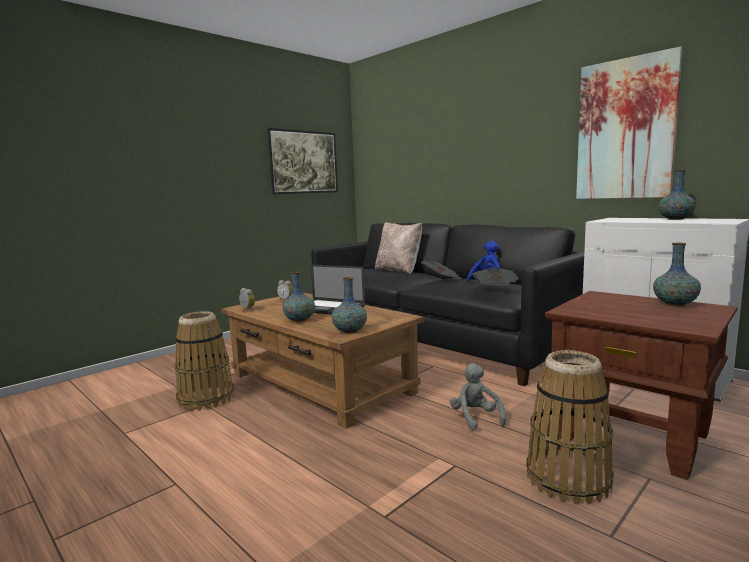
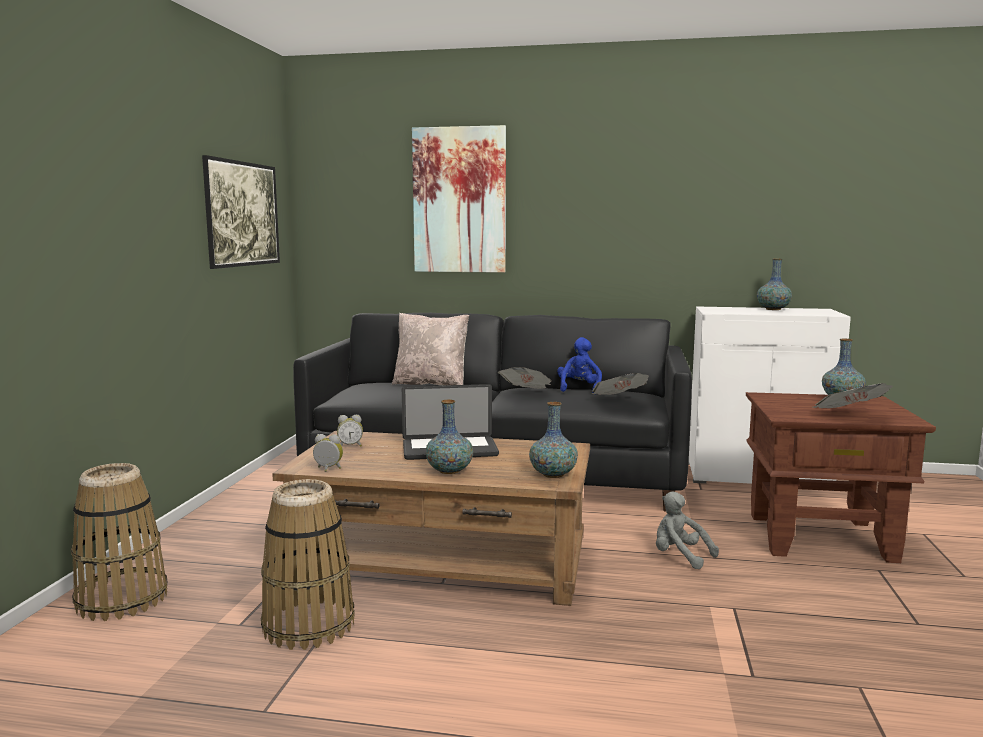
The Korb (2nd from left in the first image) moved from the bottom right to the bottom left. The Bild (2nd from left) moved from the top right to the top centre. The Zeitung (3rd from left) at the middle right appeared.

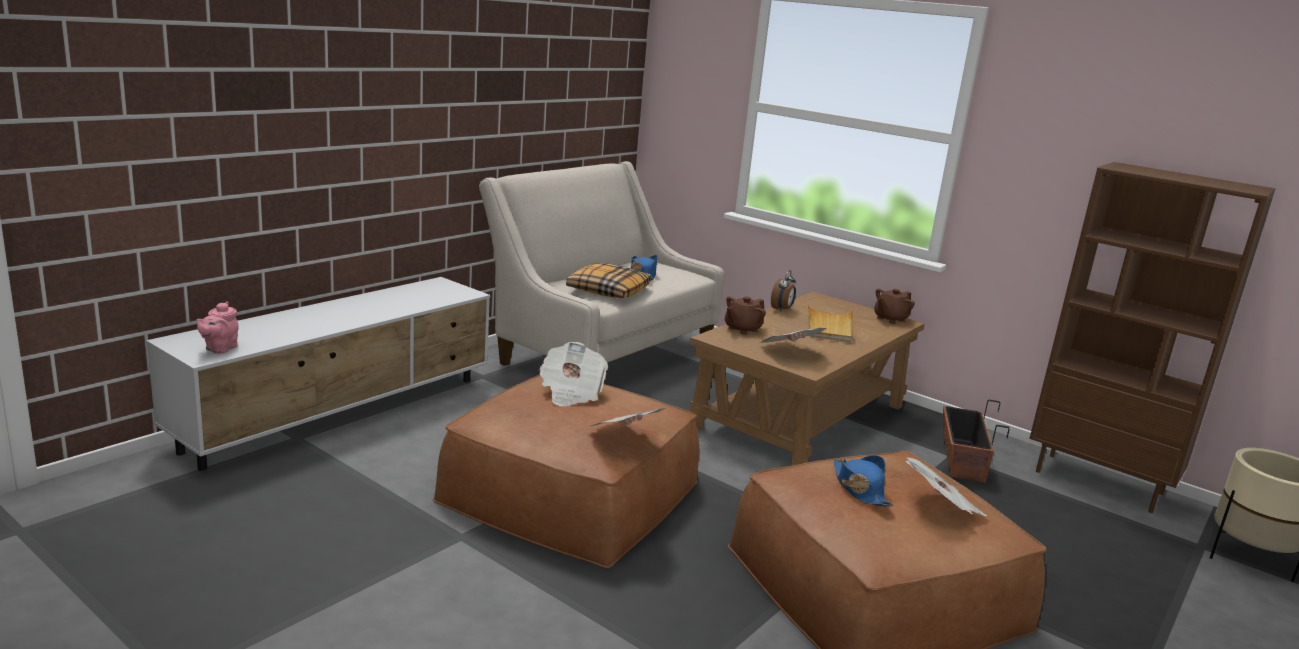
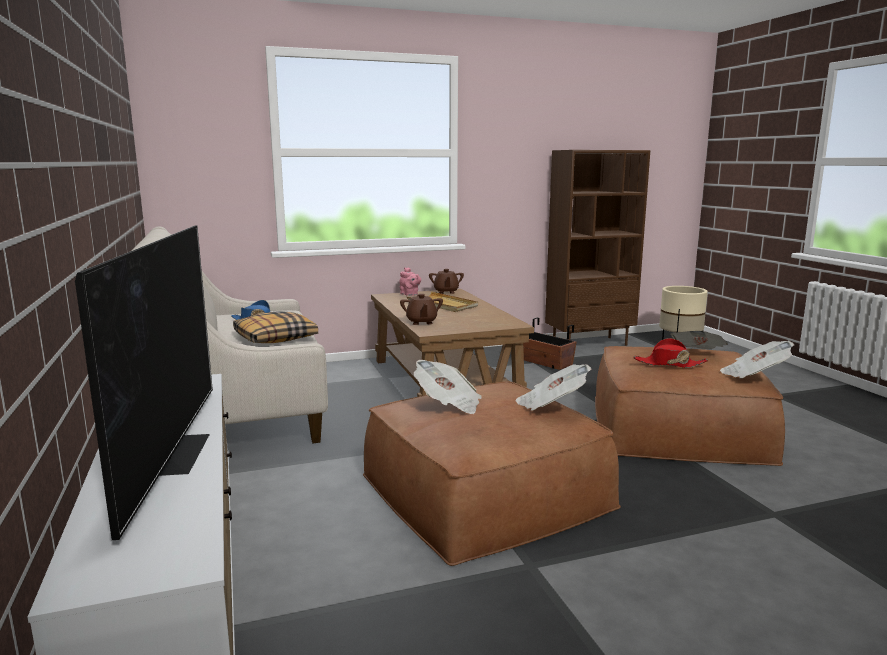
The Teekanne/rosa moved from the middle left to the centre. The Zeitung (3rd from left in the first image) moved from the centre to the middle right. The Wecker at the centre disappeared. The Hut/blau (2nd from left) at the bottom centre became the Hut/rot at the middle right. The Fernseher at the middle left appeared.

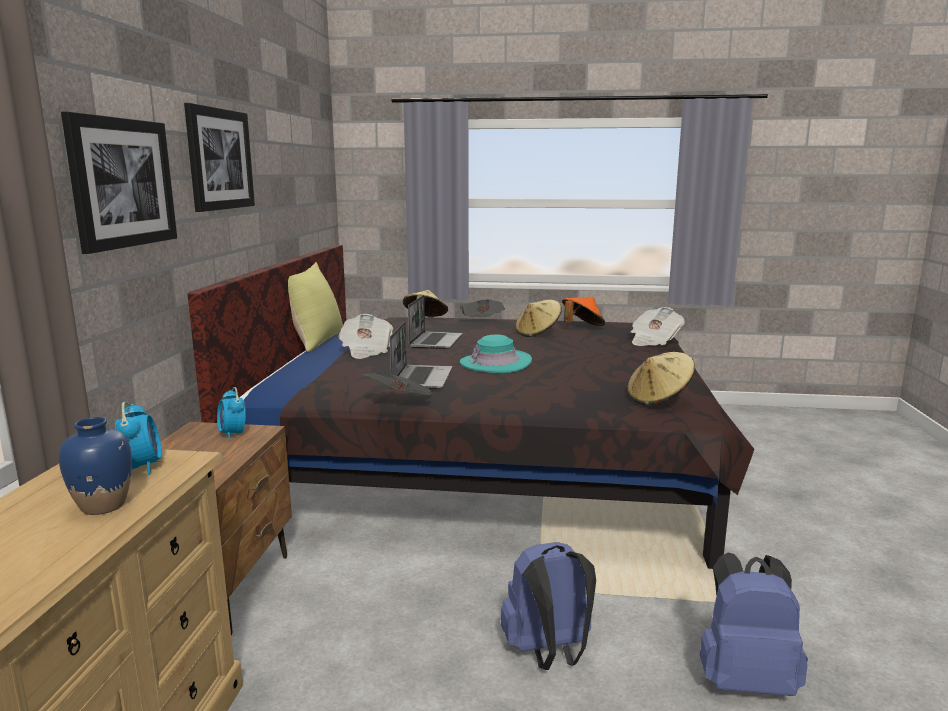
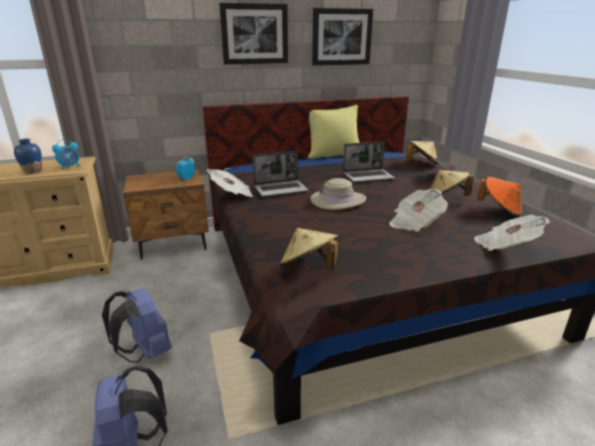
The Bild (1st from left in the first image) moved from the top left to the top centre. The Zeitung (1st from left in the first image) moved from the centre to the middle right. The Hut/türkis at the centre became the Hut/beige (2nd from left) at the centre.

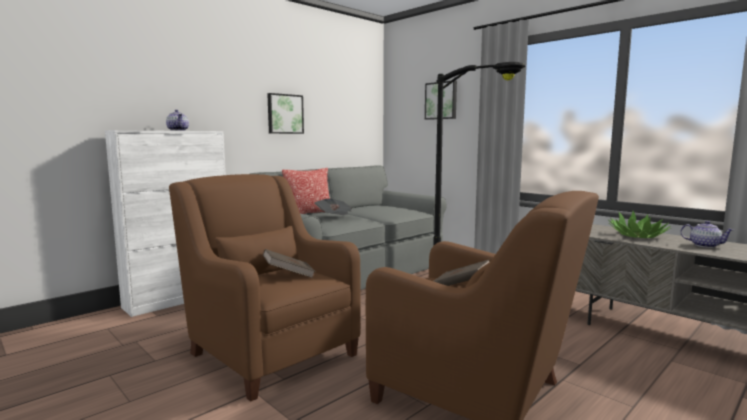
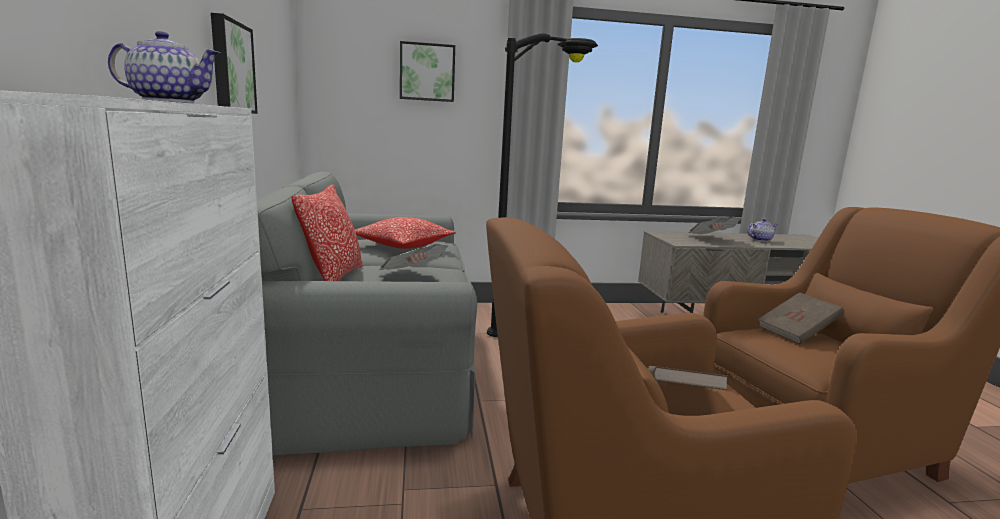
The Topfpflanze at the middle right was replaced by the Zeitung (2nd from left) at the middle right. The Kissen (2nd from left) at the centre appeared.

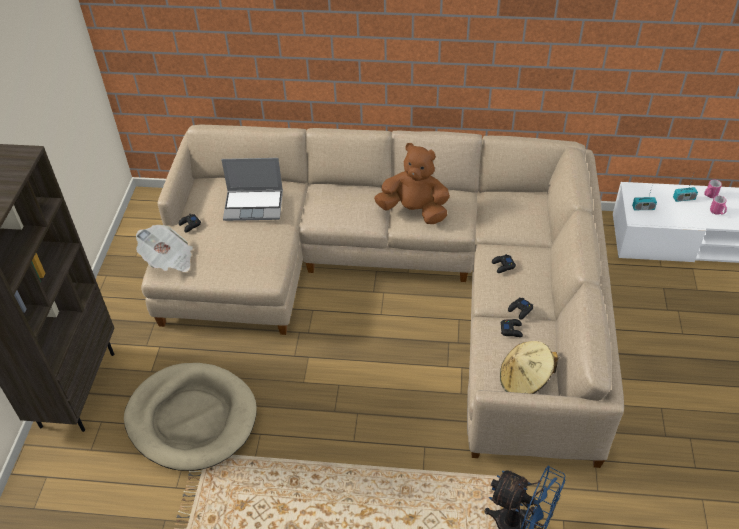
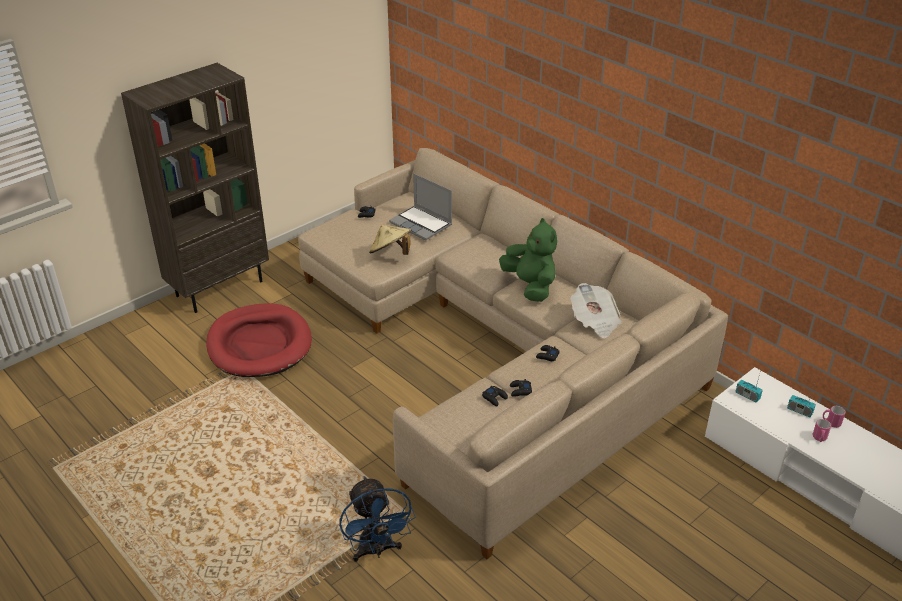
The Hundebett/beige at the bottom left became the Hundebett/rot at the middle left. The Zeitung moved from the middle left to the centre. The Plüschtier/braun at the centre became the Plüschtier/grün at the centre. The Hut/beige moved from the bottom right to the centre.

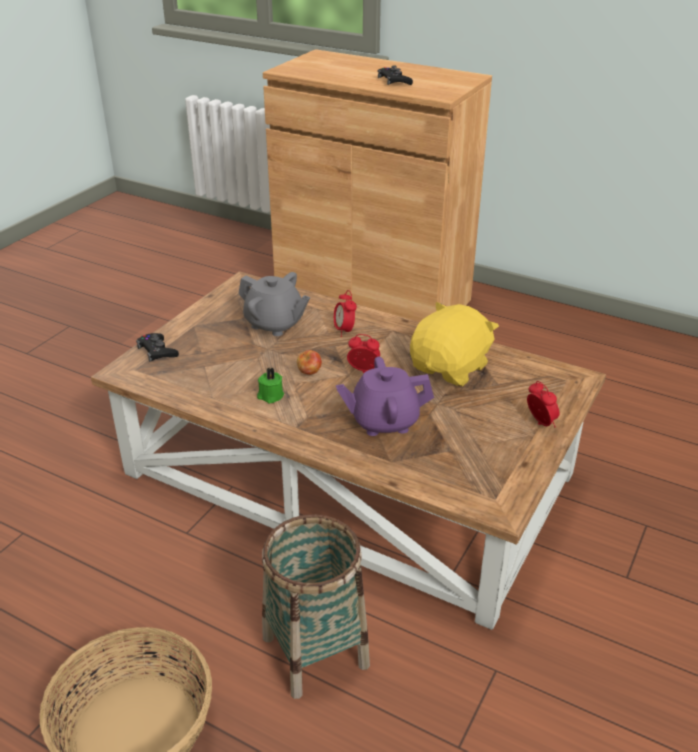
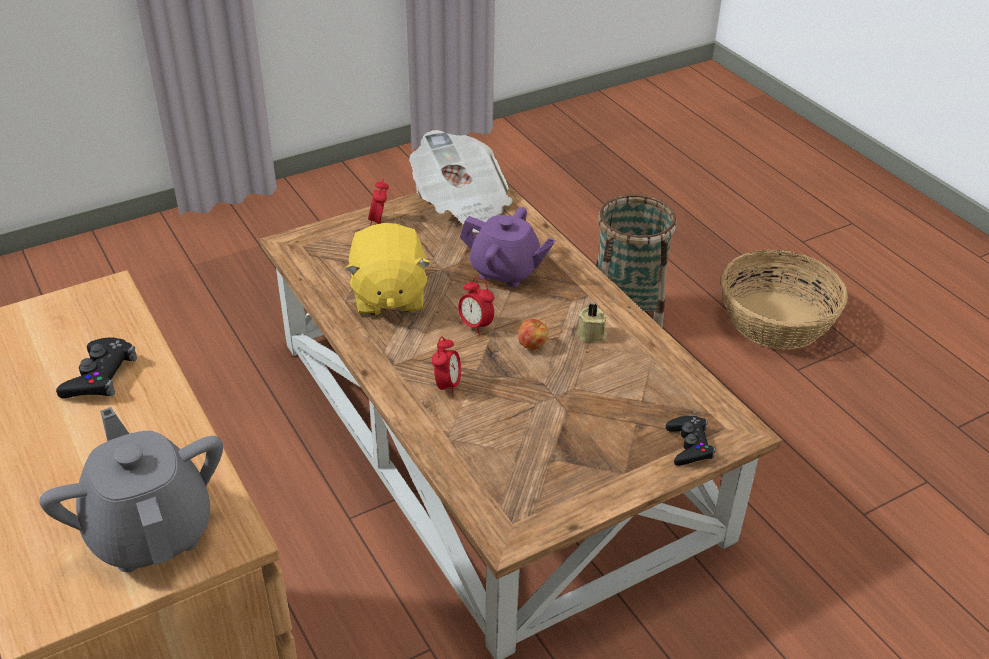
The Teekanne/grau moved from the centre to the bottom left. The Kerze/grün at the centre became the Kerze/beige at the centre. The Plüschtier/gelb at the centre turned 75 degrees counterclockwise. The Zeitung at the top centre appeared.

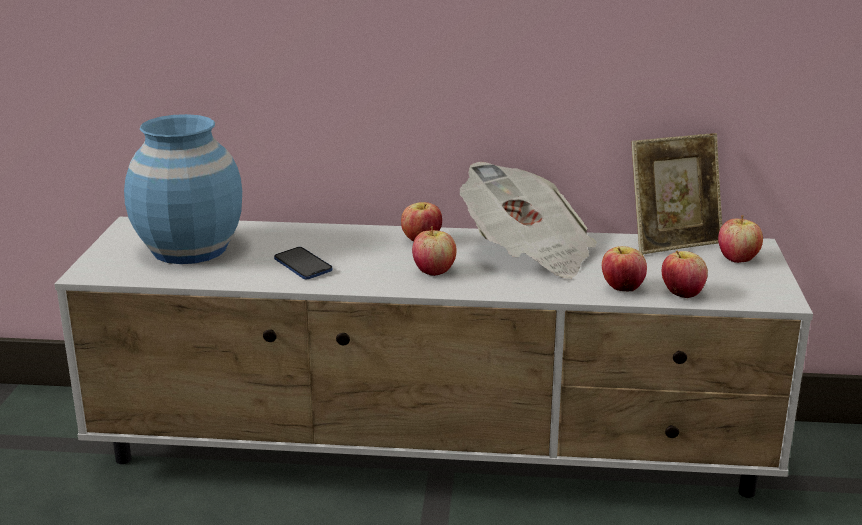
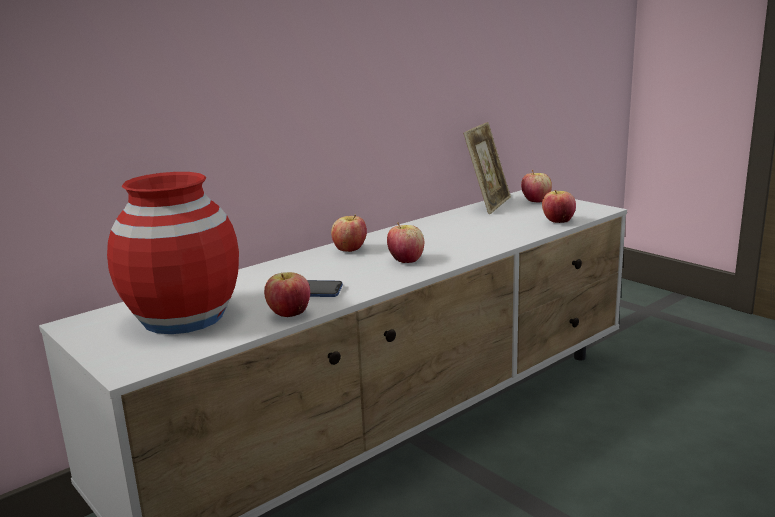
The Vase/blau at the middle left became the Vase/rot at the middle left. The Zeitung at the centre disappeared. The Apfel (3rd from left in the first image) moved from the middle right to the centre.

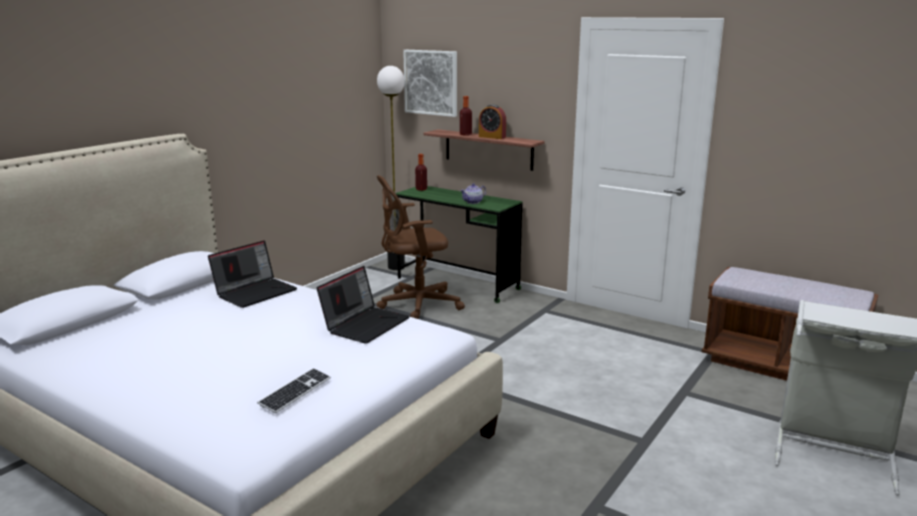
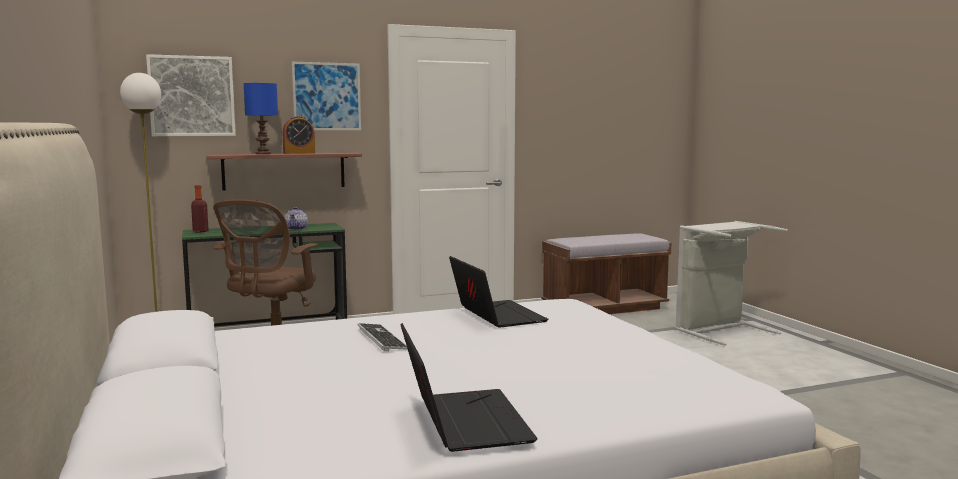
The Laptop (1st from left) moved from the middle left to the bottom centre. The Tastatur moved from the bottom left to the bottom centre. The Flasche (2nd from left) at the top centre was replaced by the Tischlampe/blau at the top left. The Bild (2nd from left) at the top centre appeared.

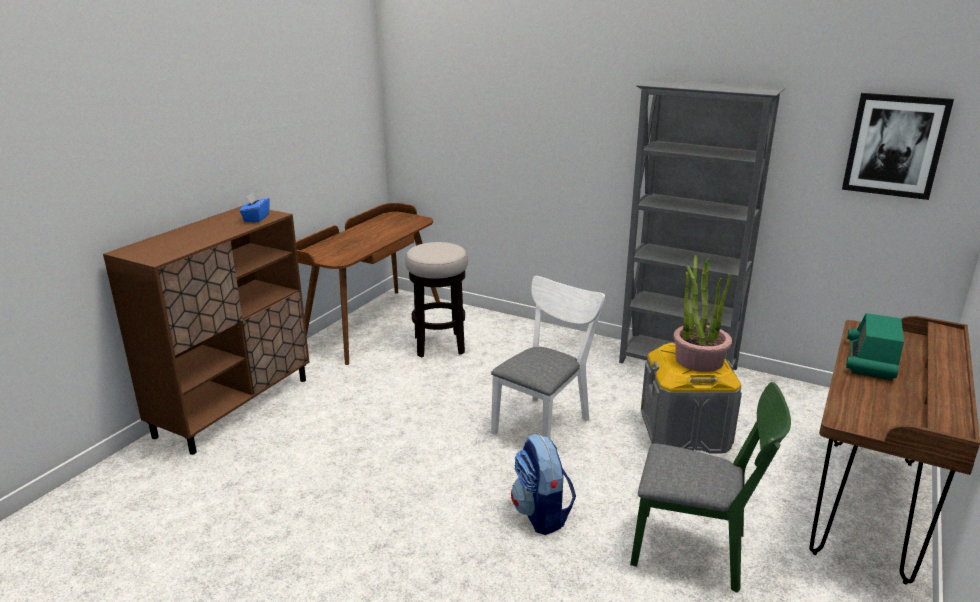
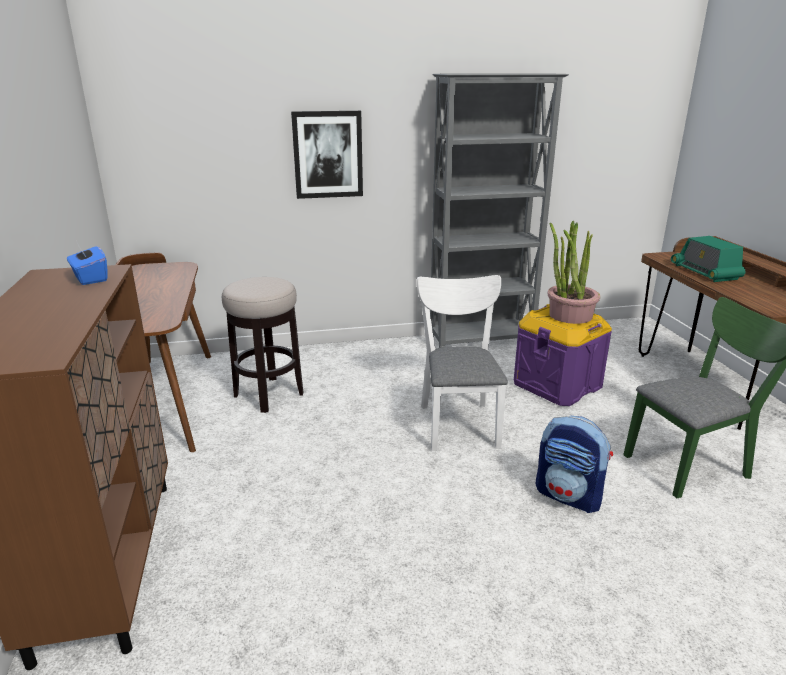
The Aufbewahrungsbox/grau at the middle right became the Aufbewahrungsbox/lila at the middle right. The Bild moved from the top right to the top centre.

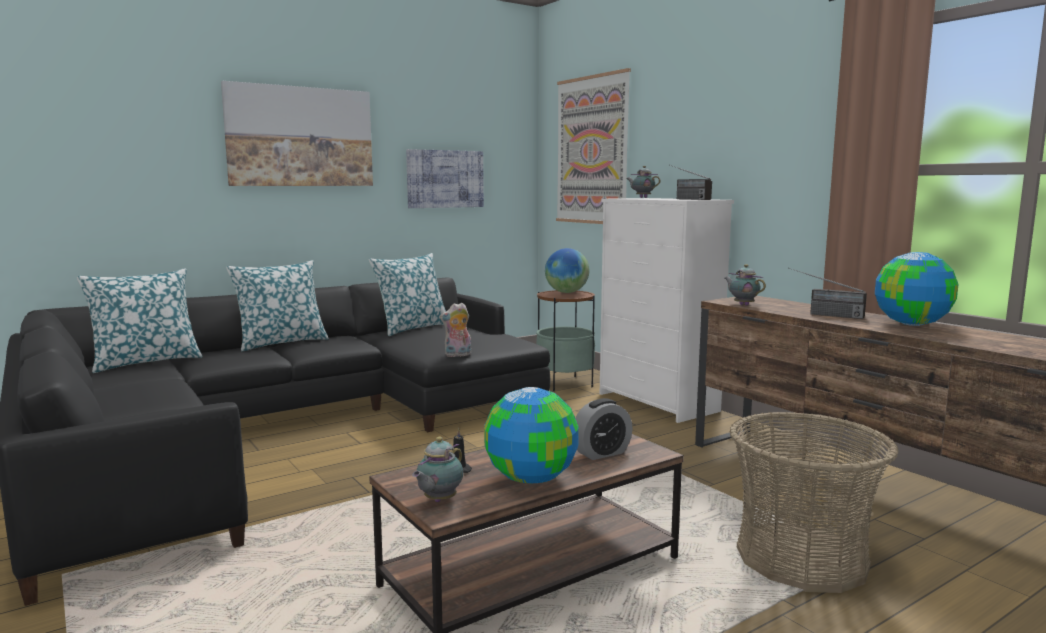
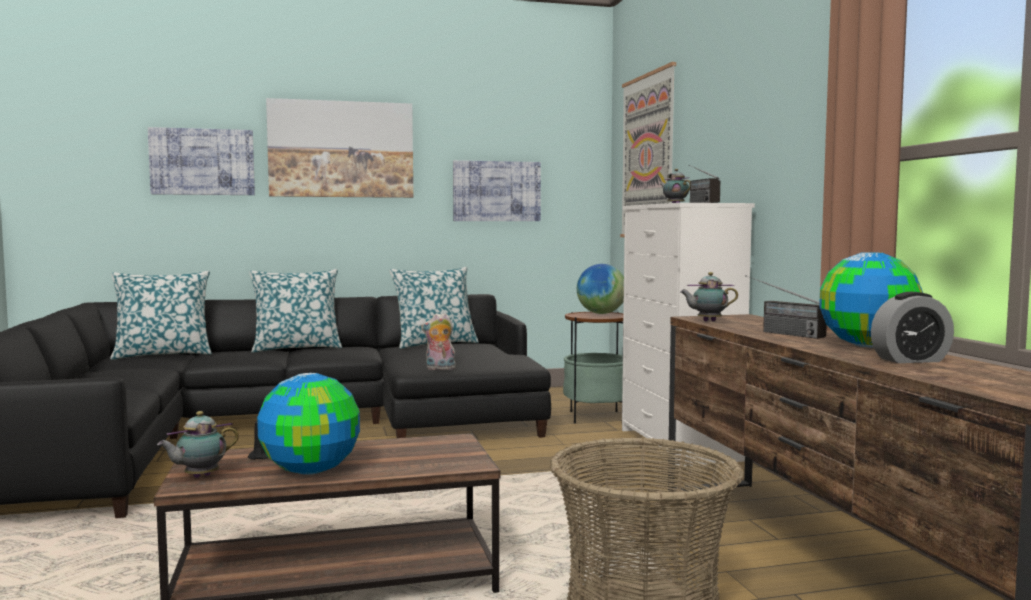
The Wecker moved from the bottom centre to the middle right. The Teekanne (3rd from left) at the middle right turned 75 degrees counterclockwise. The Bild (1st from left) at the top left appeared.

